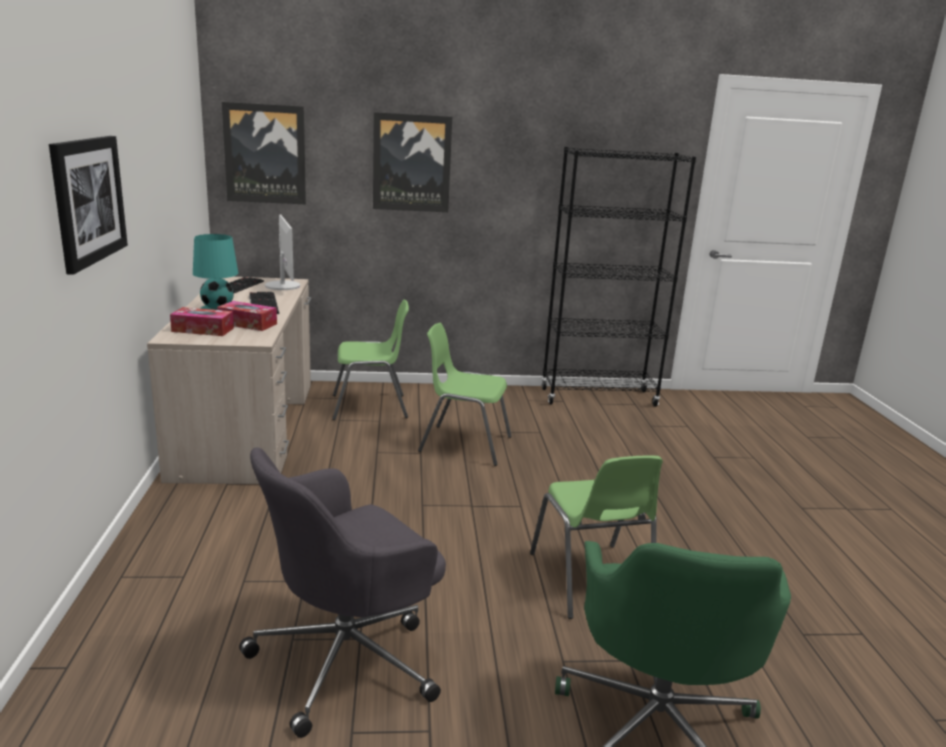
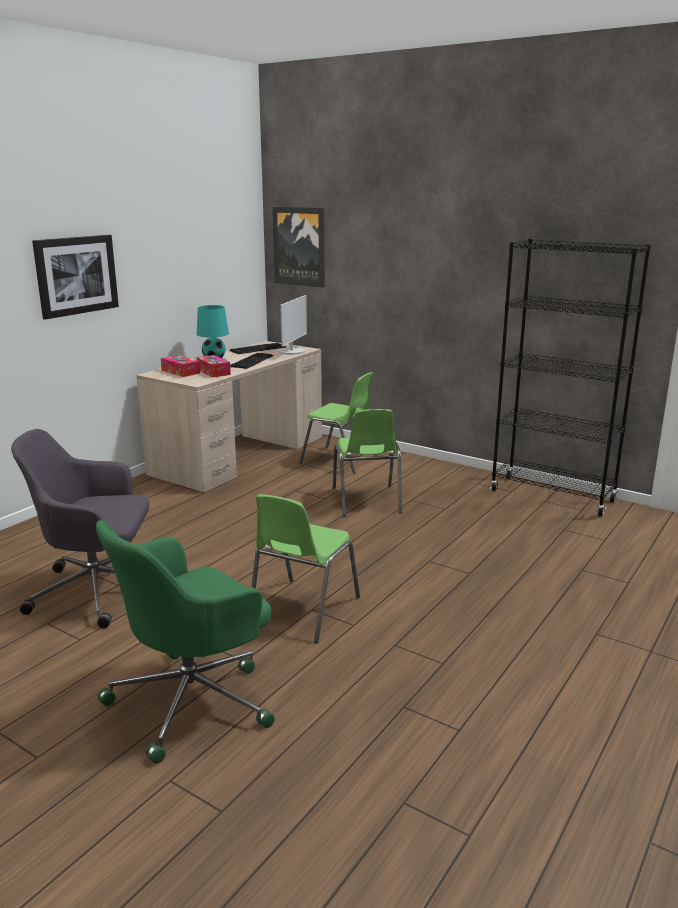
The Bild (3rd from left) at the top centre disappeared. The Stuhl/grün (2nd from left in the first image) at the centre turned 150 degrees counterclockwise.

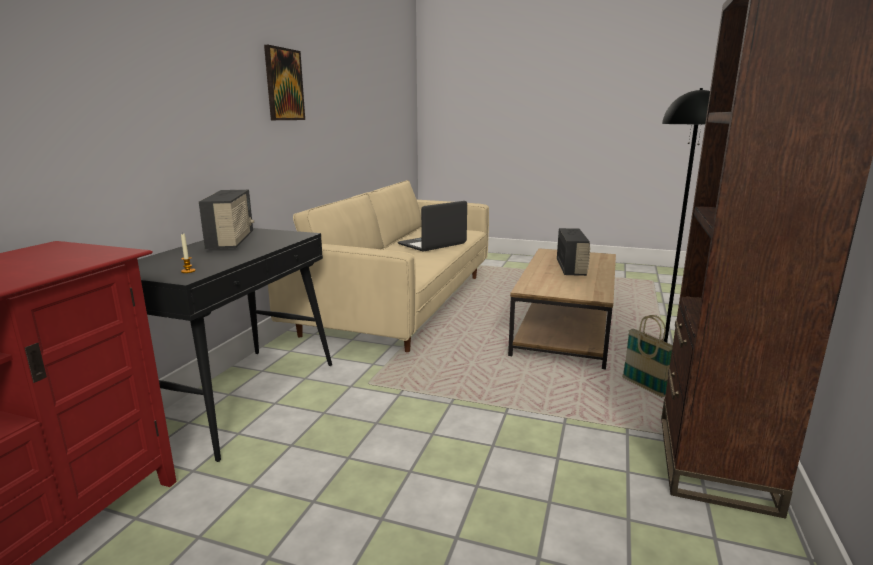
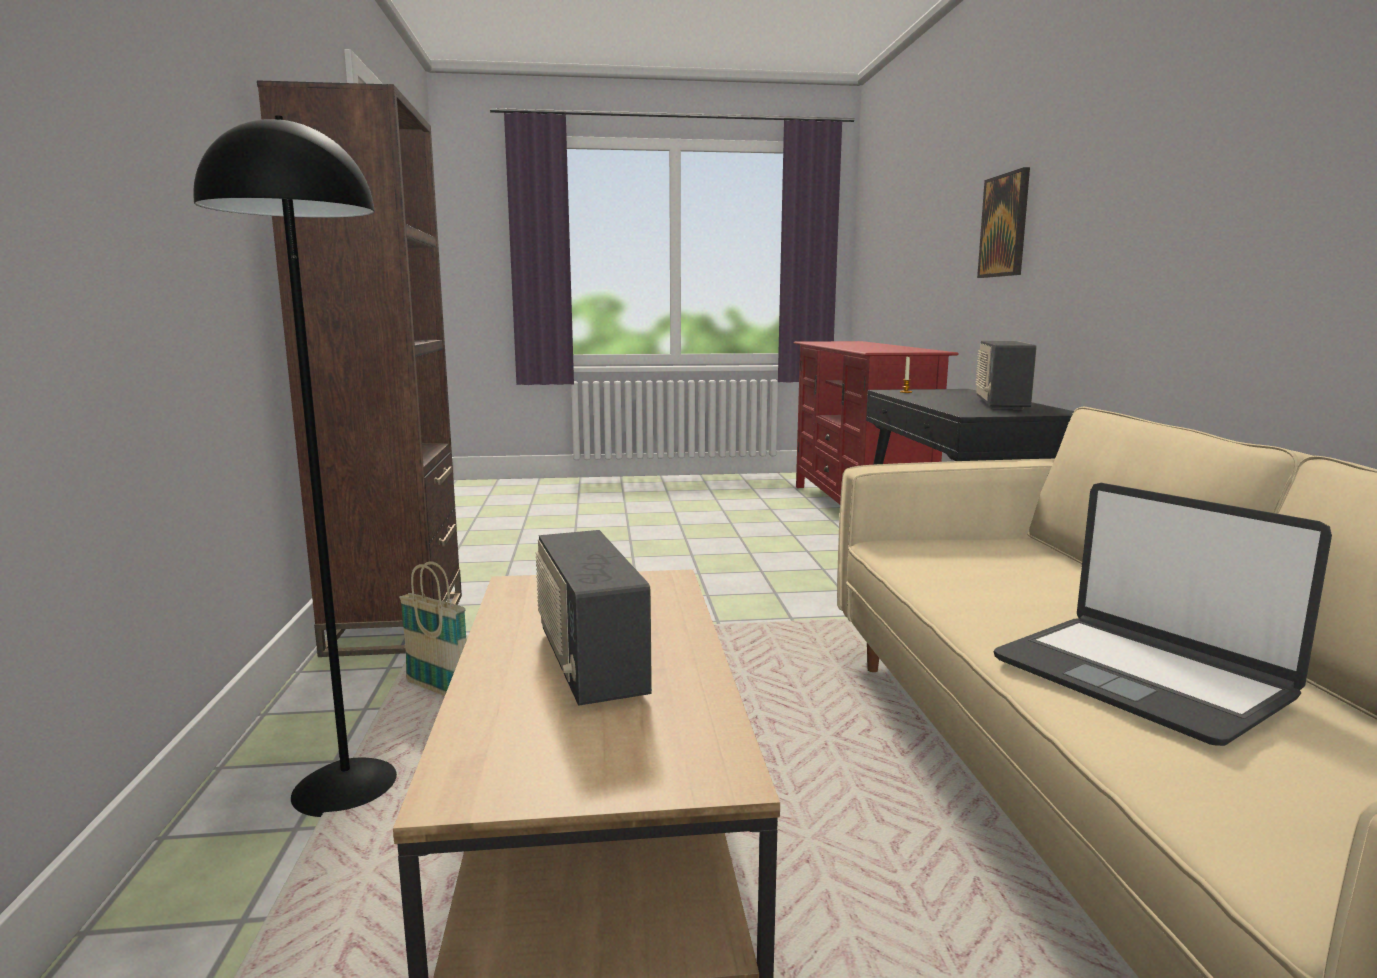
The Radio (1st from left in the first image) at the middle left turned 45 degrees clockwise. The Bild moved from the top left to the top right. The Laptop at the centre turned 120 degrees clockwise.

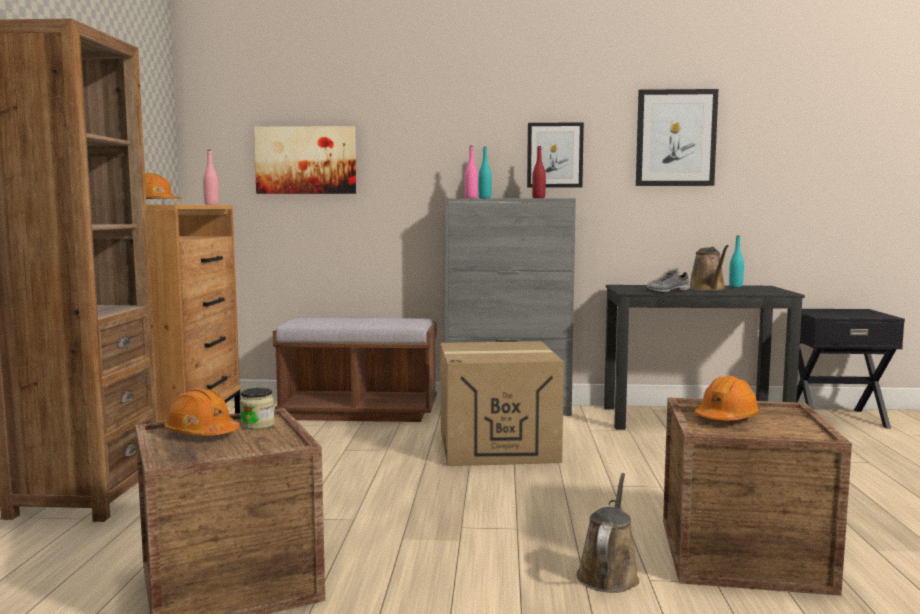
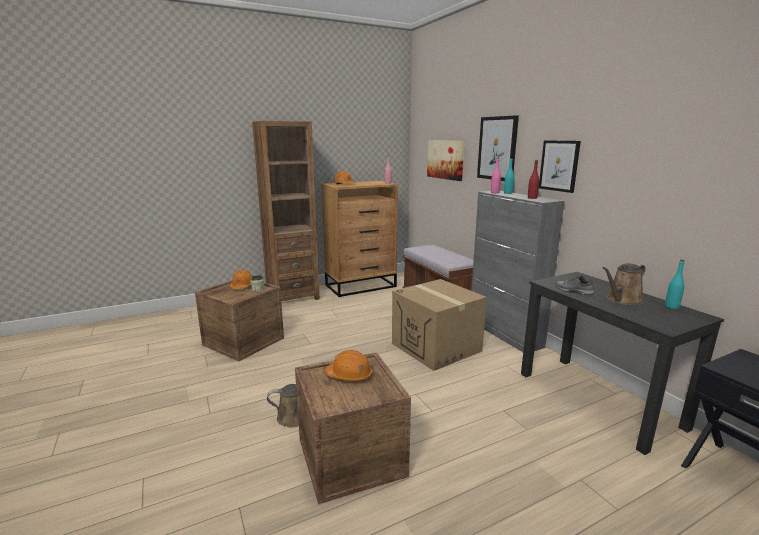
The Bild (3rd from left in the first image) moved from the top right to the top centre.

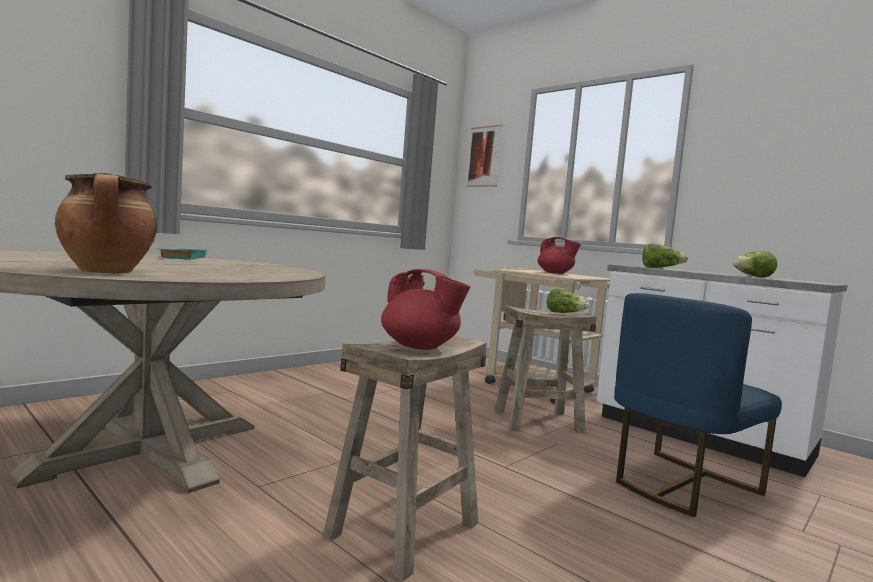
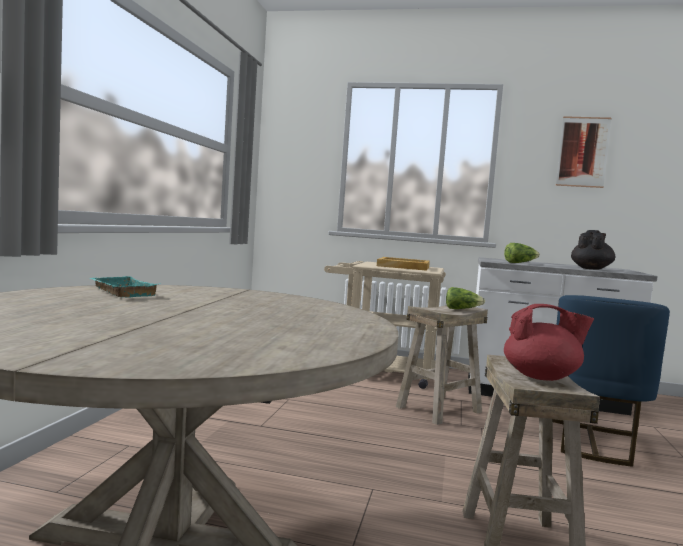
The Kochtopf at the middle left disappeared. The Bild moved from the top centre to the top right. The Teekanne/rot (2nd from left) at the centre was replaced by the Tablett/beige at the centre. The Salatkopf (3rd from left) at the middle right was replaced by the Teekanne/schwarz at the middle right.

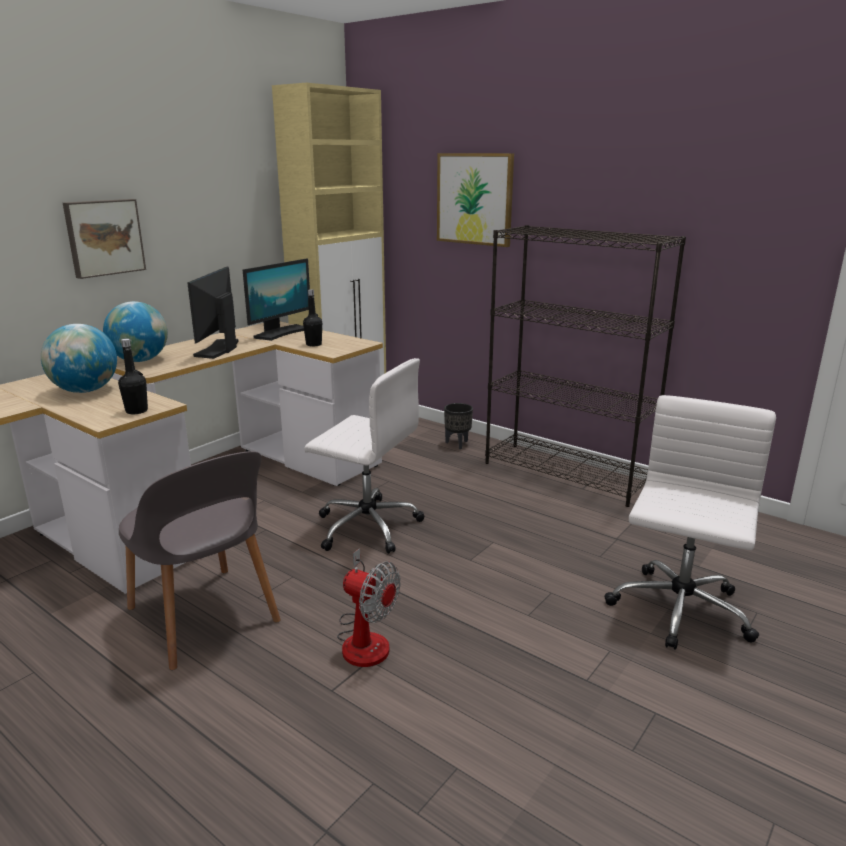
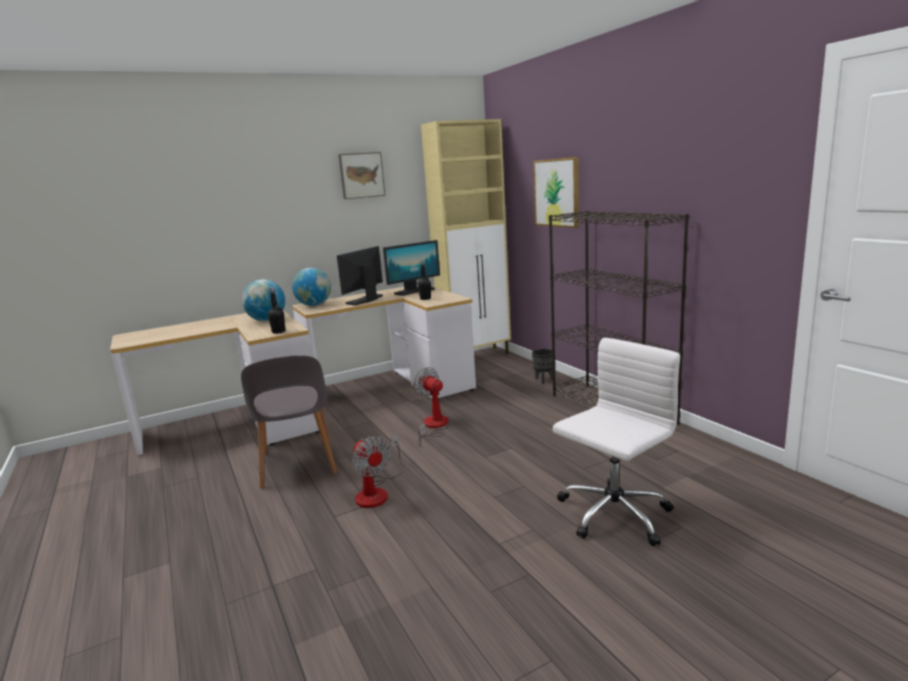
The Bild (1st from left) moved from the top left to the top centre. The Bürostuhl/weiß (1st from left) at the centre was replaced by the Ventilator (2nd from left) at the centre.

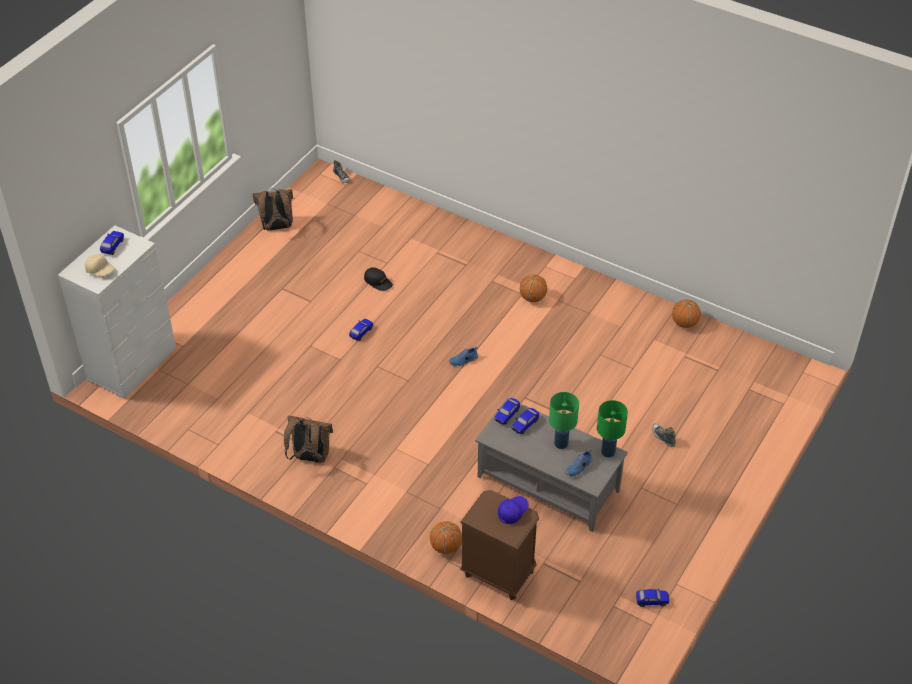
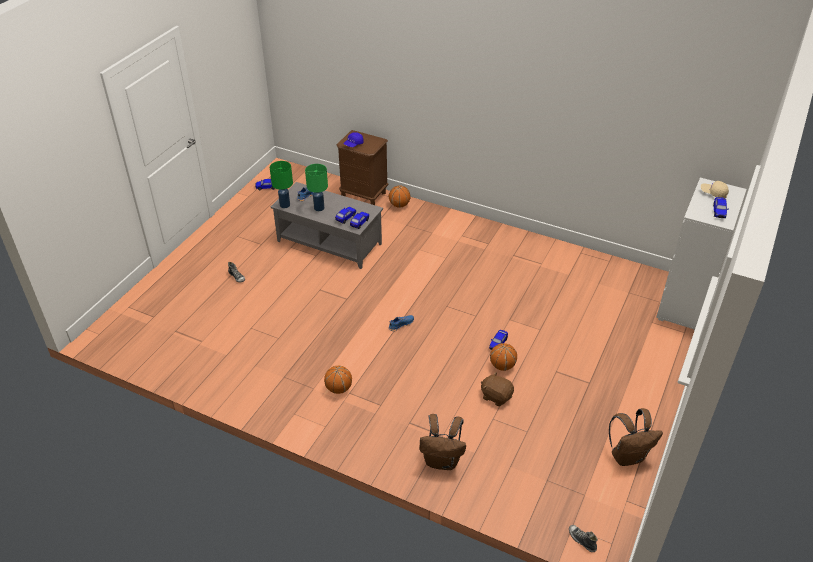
The Rucksack/braun (2nd from left in the first image) moved from the centre to the bottom centre. The Kappe/schwarz at the centre was replaced by the Plüschtier/braun at the bottom centre. The Basketball (3rd from left) moved from the middle right to the centre.

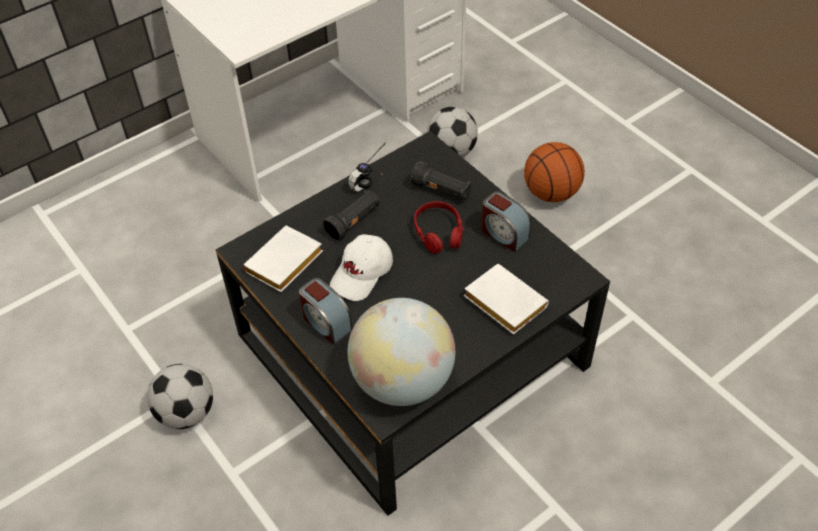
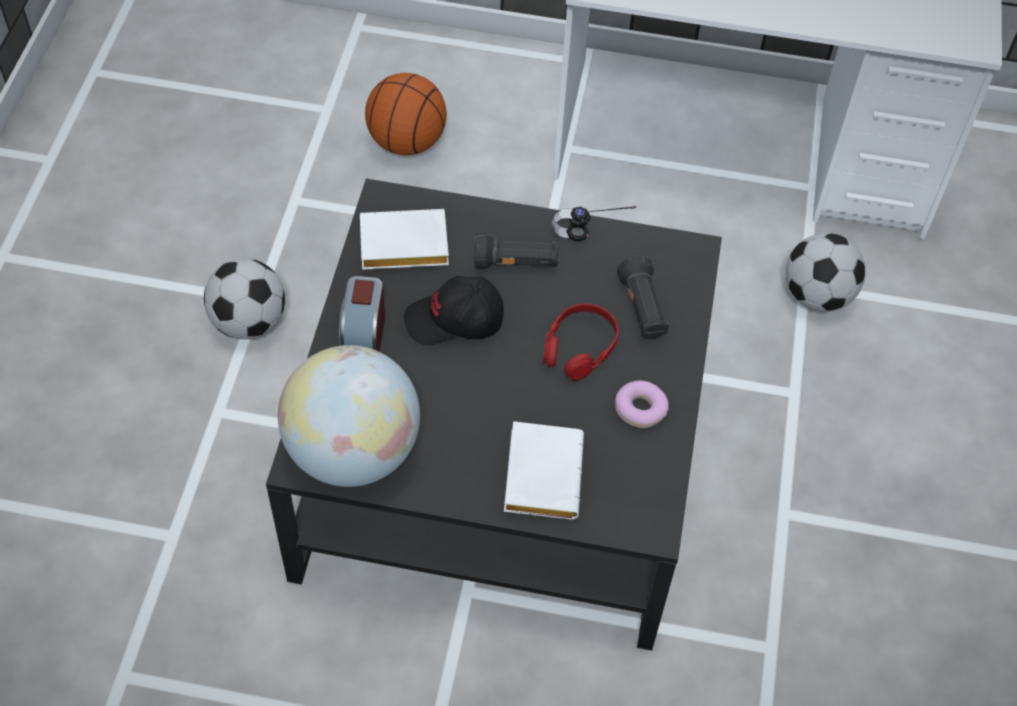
The Kappe/weiß at the centre became the Kappe/schwarz at the centre. The Wecker (2nd from left) at the centre was replaced by the Donut at the centre. The Basketball moved from the top right to the top centre.

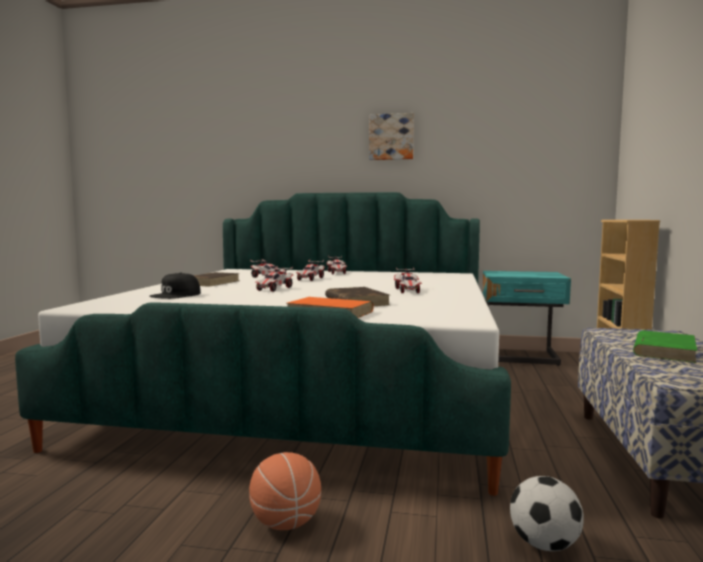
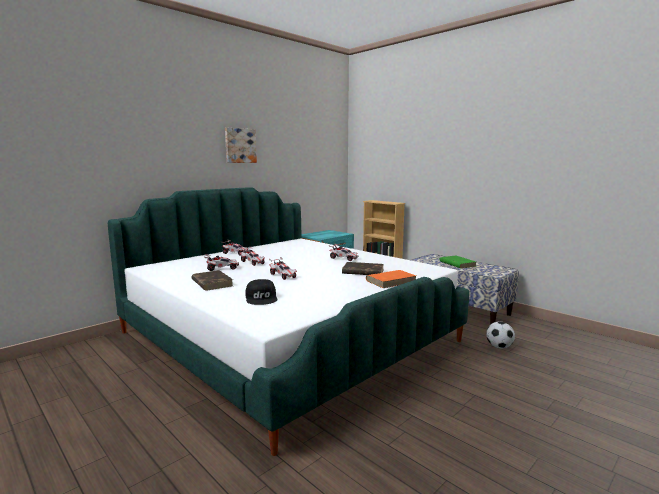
The Basketball at the bottom centre disappeared.

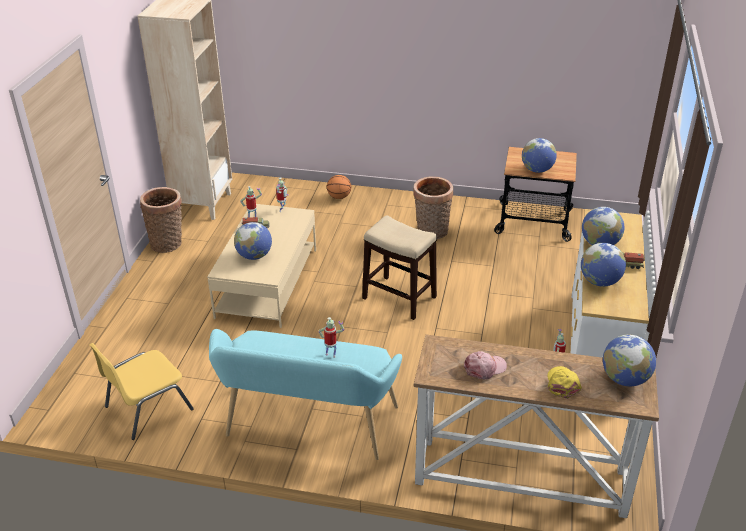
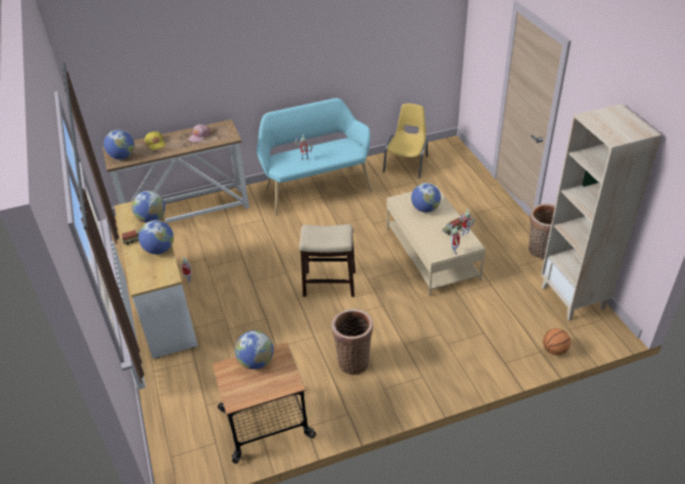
The Basketball moved from the centre to the bottom right.

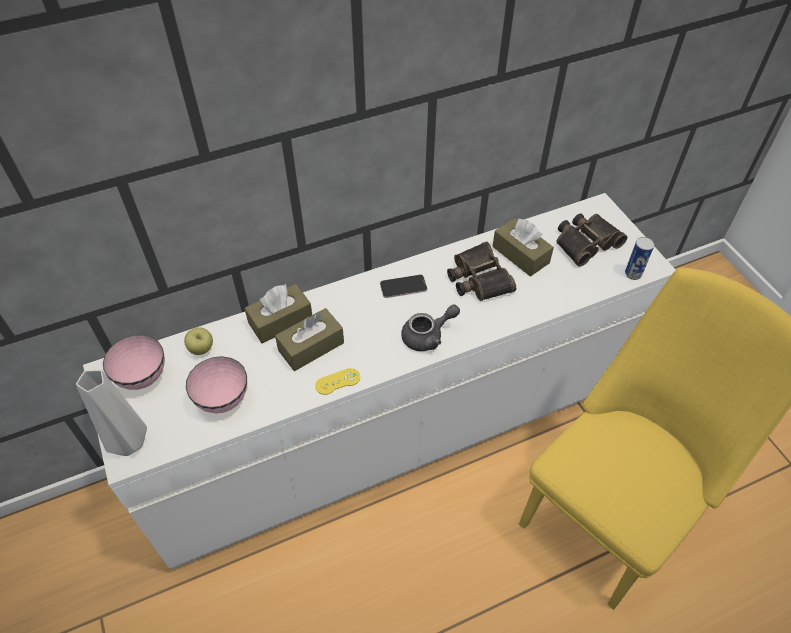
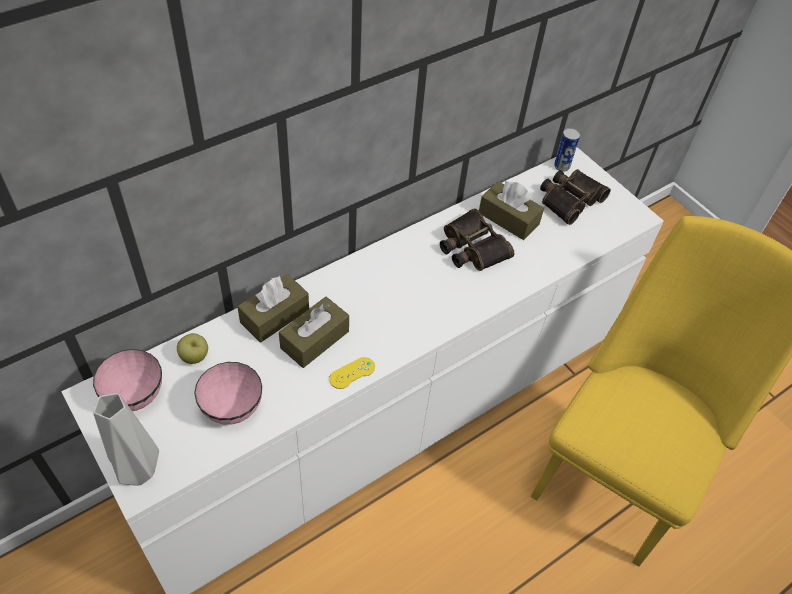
The Handy at the centre disappeared. The Teekanne/grau at the centre disappeared. The Dose moved from the middle right to the top right.

